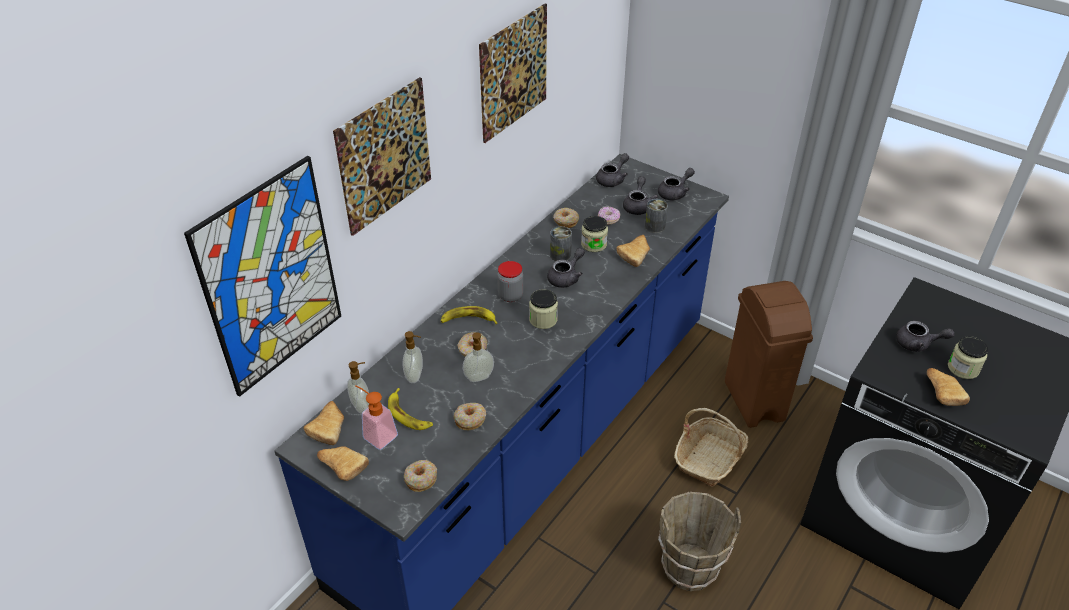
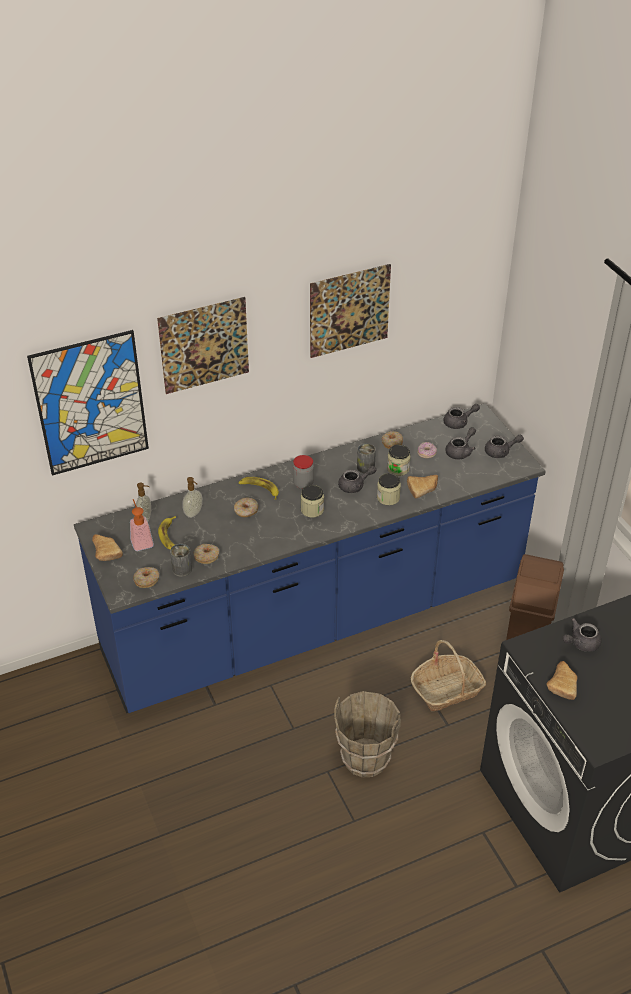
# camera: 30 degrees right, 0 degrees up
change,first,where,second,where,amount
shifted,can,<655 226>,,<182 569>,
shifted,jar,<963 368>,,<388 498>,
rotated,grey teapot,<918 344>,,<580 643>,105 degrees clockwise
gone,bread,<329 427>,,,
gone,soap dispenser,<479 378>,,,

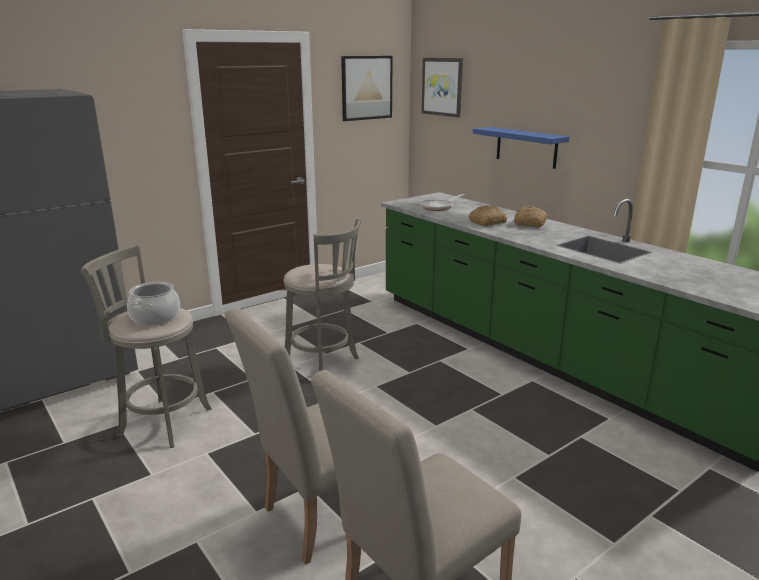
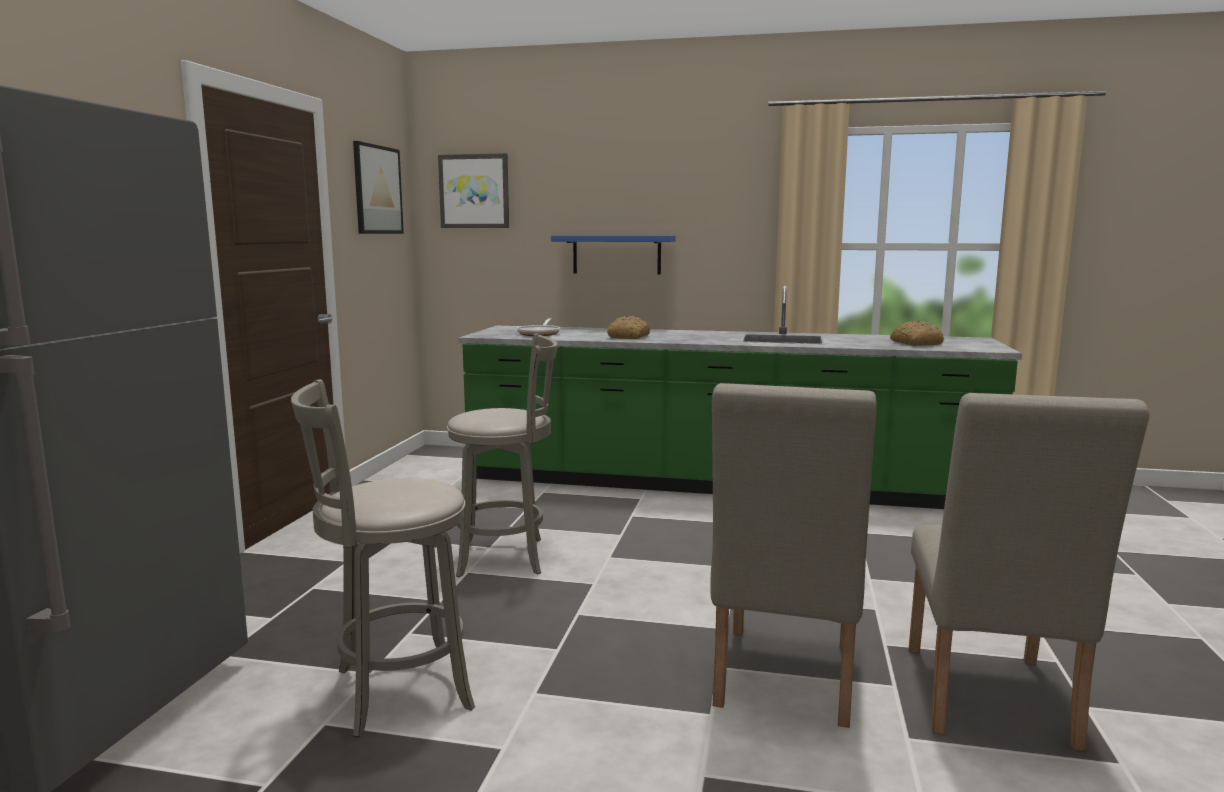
# camera: 40 degrees left, 10 degrees down
change,first,where,second,where,amount
shifted,bread,<529 223>,,<915 343>,
gone,cooking pot,<155 317>,,,

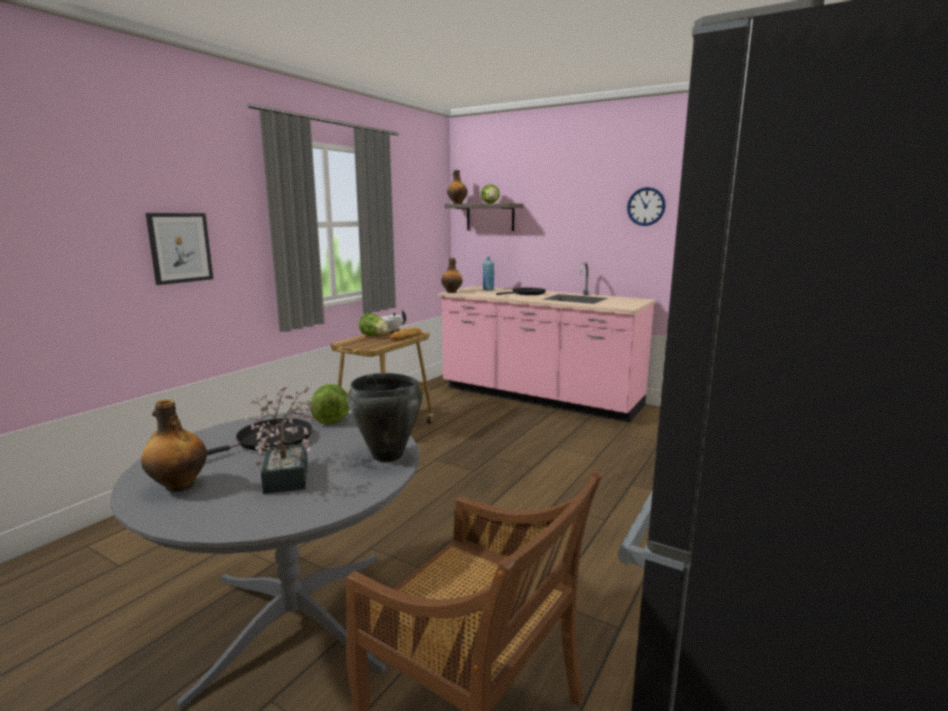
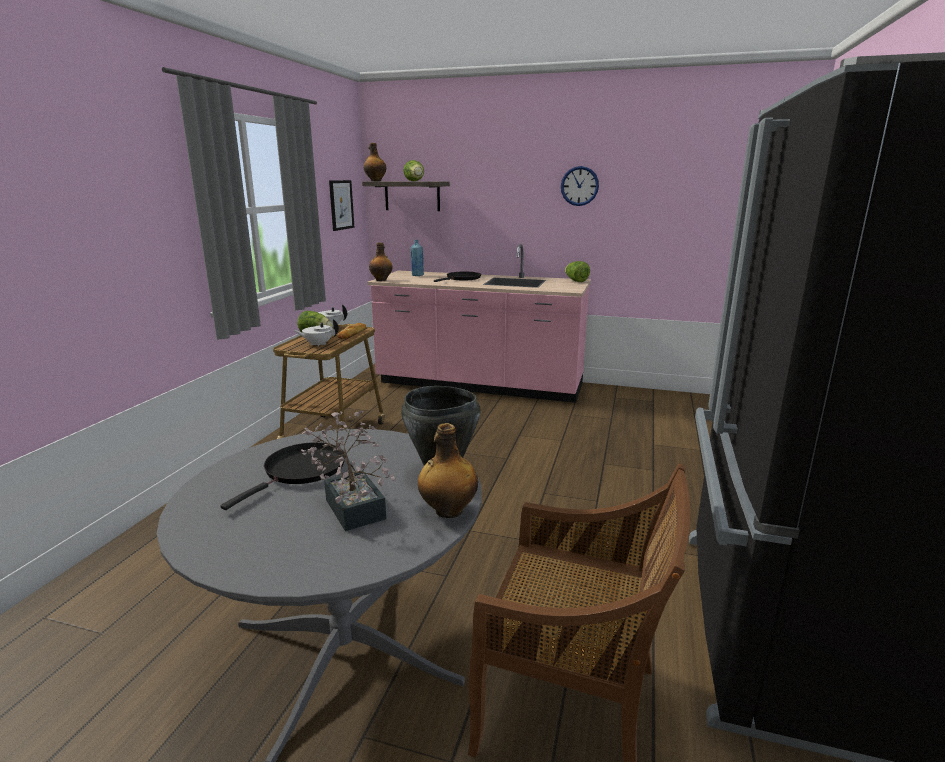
# camera: 15 degrees left, 5 degrees up
change,first,where,second,where,amount
new,,,white teapot,<318 344>,
shifted,picture,<180 248>,,<341 205>,
shifted,bottle,<179 485>,,<448 511>,
shifted,lettuce,<331 418>,,<575 281>,

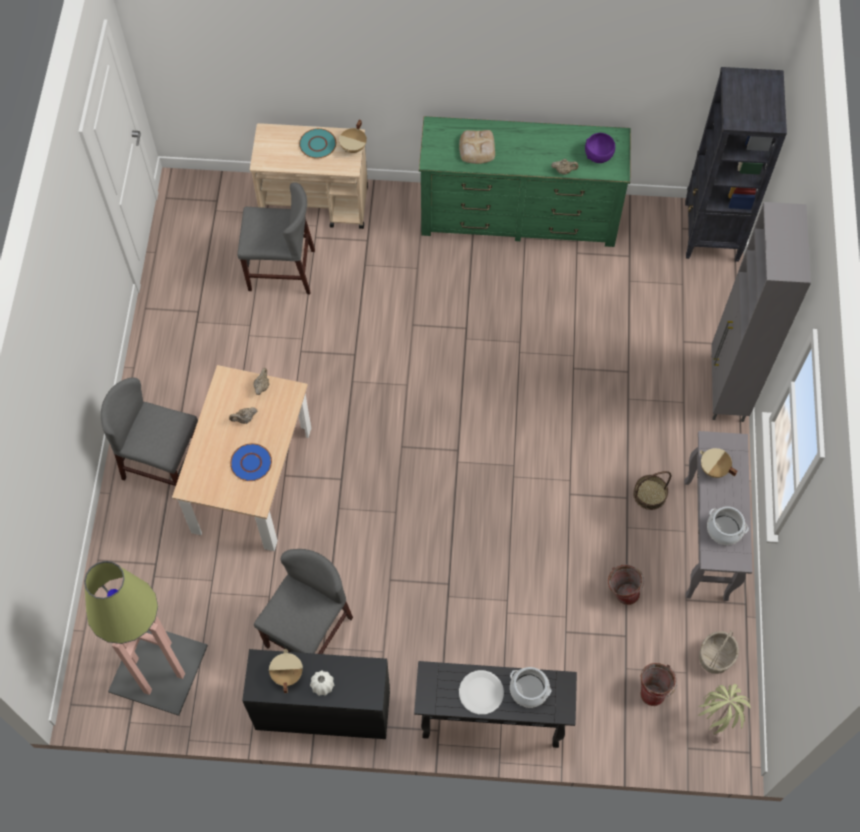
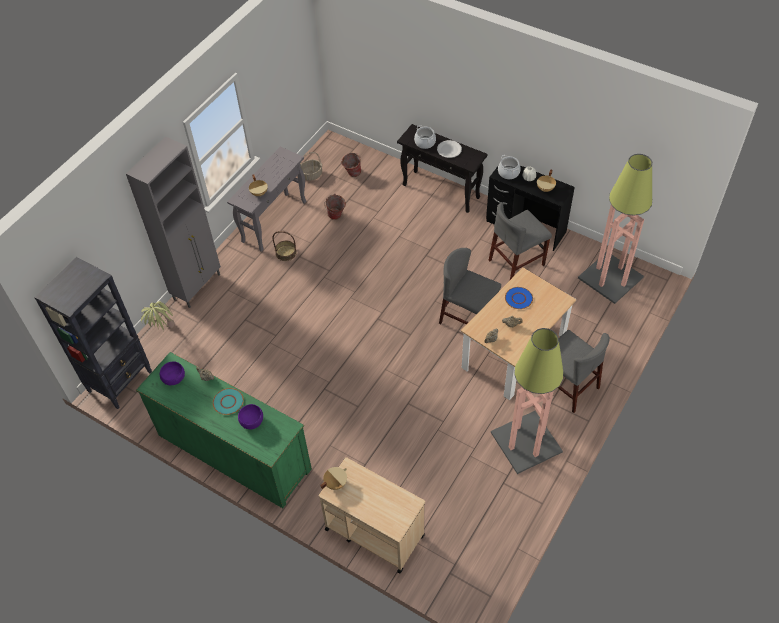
# camera: 150 degrees left, 10 degrees down
change,first,where,second,where,amount
shifted,potted plant,<715 720>,,<163 332>,
shifted,turquoise plate,<317 144>,,<228 402>,
swapped,bread,<476 149>,purple bowl,<252 421>,
shifted,grey chair,<281 270>,,<467 319>,
new,,,floor lamp,<527 442>,
shifted,cooking pot,<724 529>,,<508 173>,

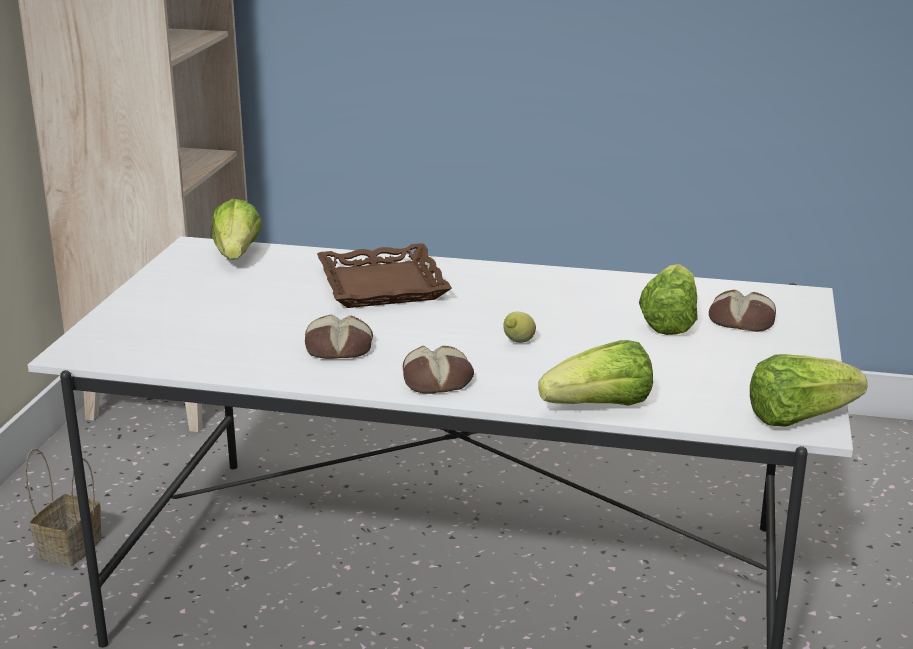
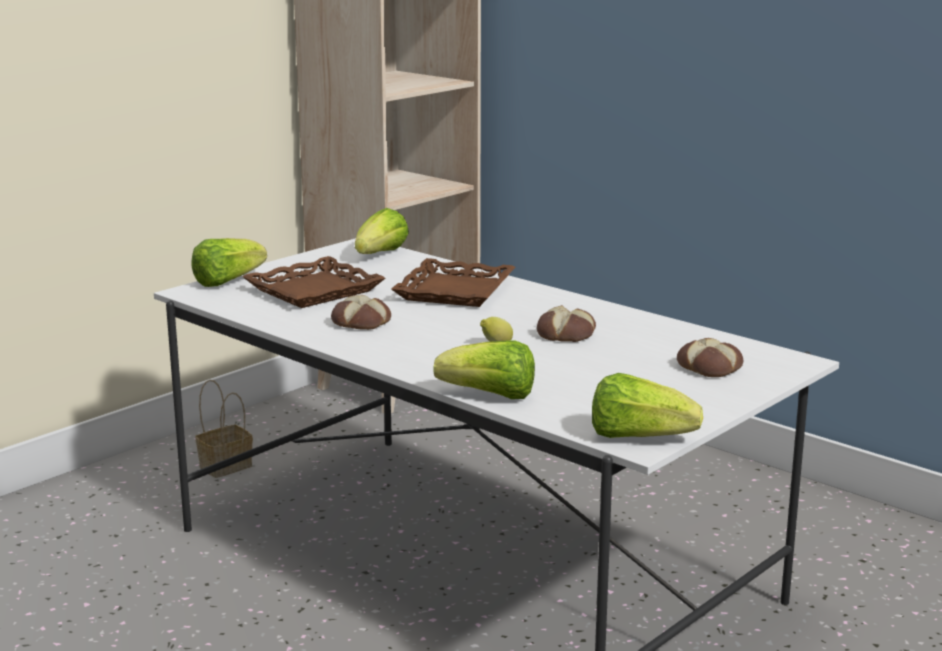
# camera: 30 degrees right, 5 degrees down
change,first,where,second,where,amount
shifted,lettuce,<670 322>,,<227 281>,
new,,,brown tray,<314 291>,
shifted,bread,<438 379>,,<567 334>,

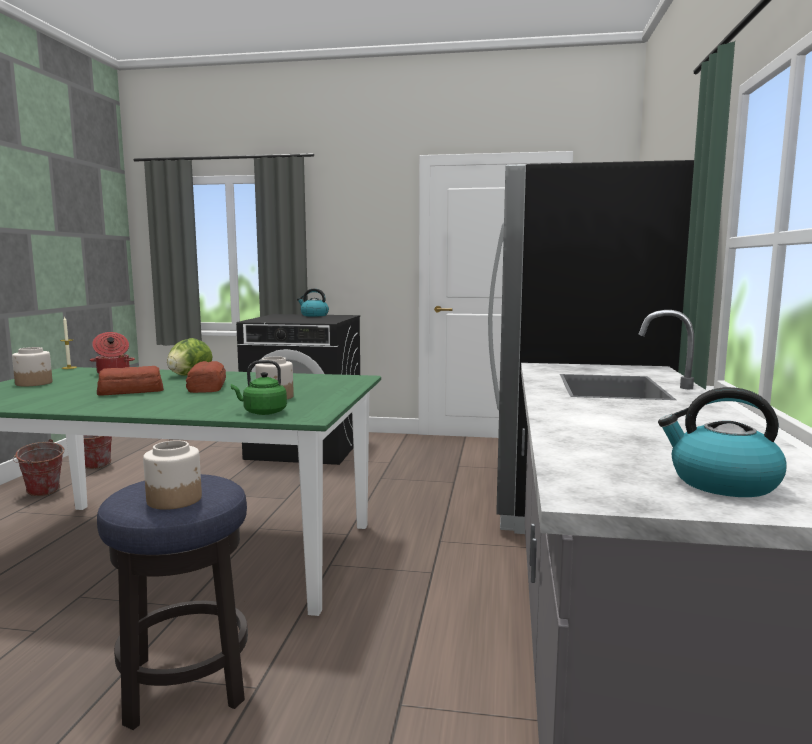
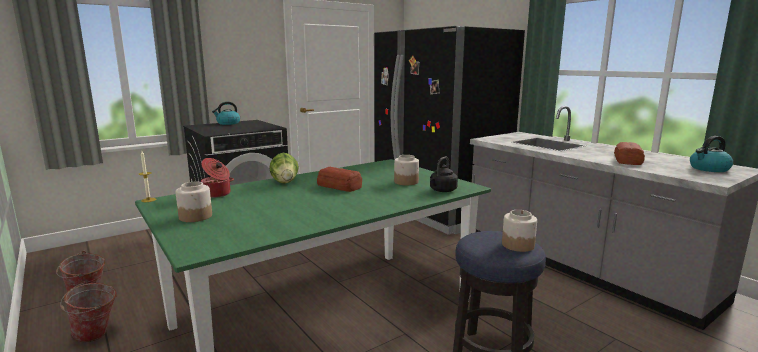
# camera: 45 degrees left, 5 degrees up
change,first,where,second,where,amount
repainted,green kettle,<262 412>,black kettle,<442 190>,
shifted,bread,<130 391>,,<627 160>,

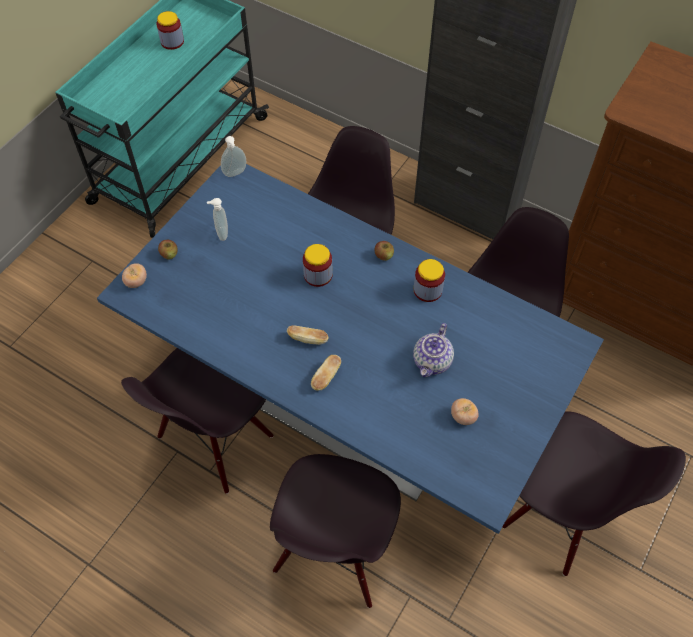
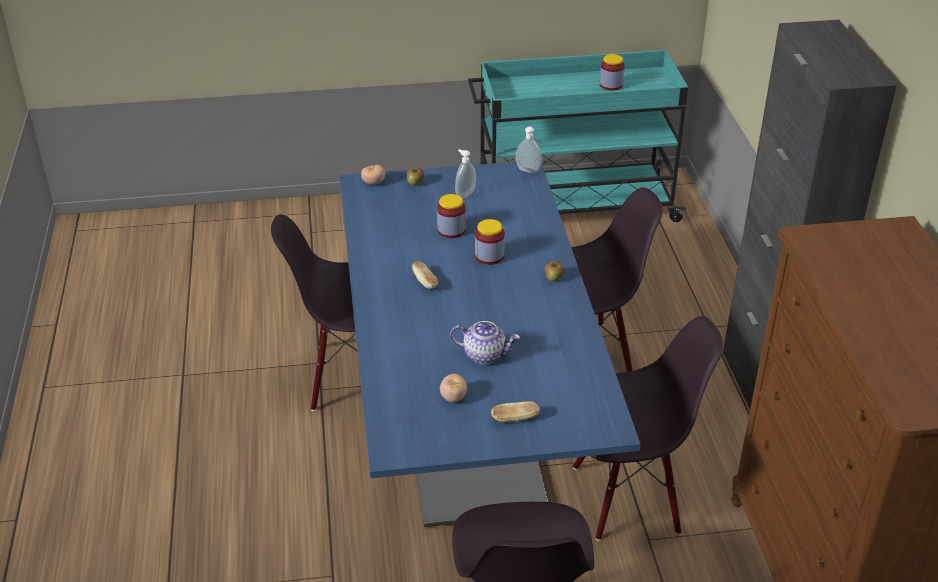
# camera: 50 degrees right, 20 degrees down
change,first,where,second,where,amount
shifted,jar,<427 290>,,<451 230>,
rotated,teapot,<432 362>,,<485 355>,150 degrees counterclockwise
shifted,bread,<326 377>,,<515 419>,
gone,black chair,<334 553>,,,

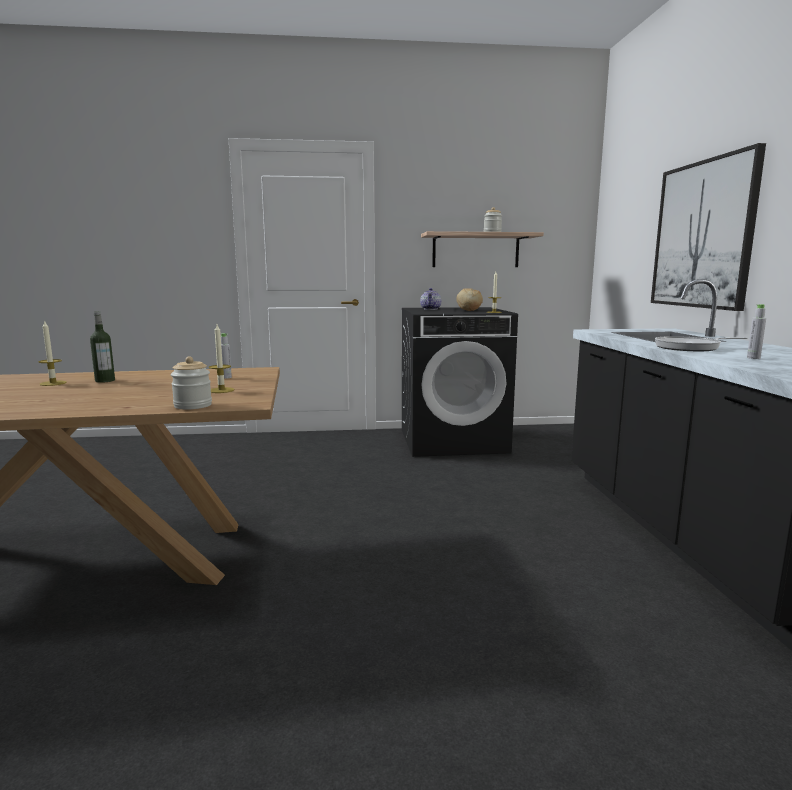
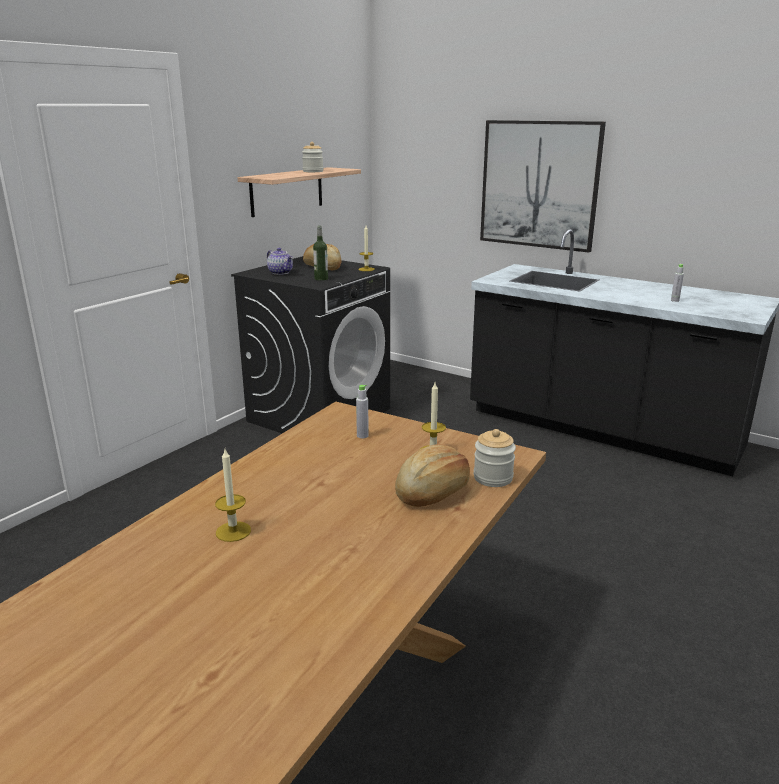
# camera: 50 degrees left, 10 degrees up
change,first,where,second,where,amount
shifted,bottle,<105 380>,,<321 279>,
new,,,bread,<433 492>,
gone,frying pan,<691 348>,,,

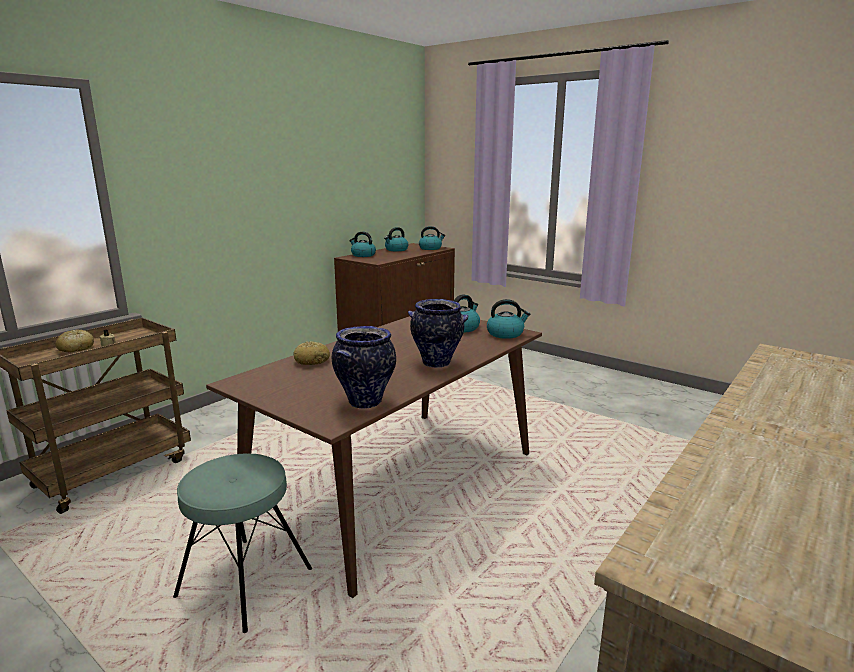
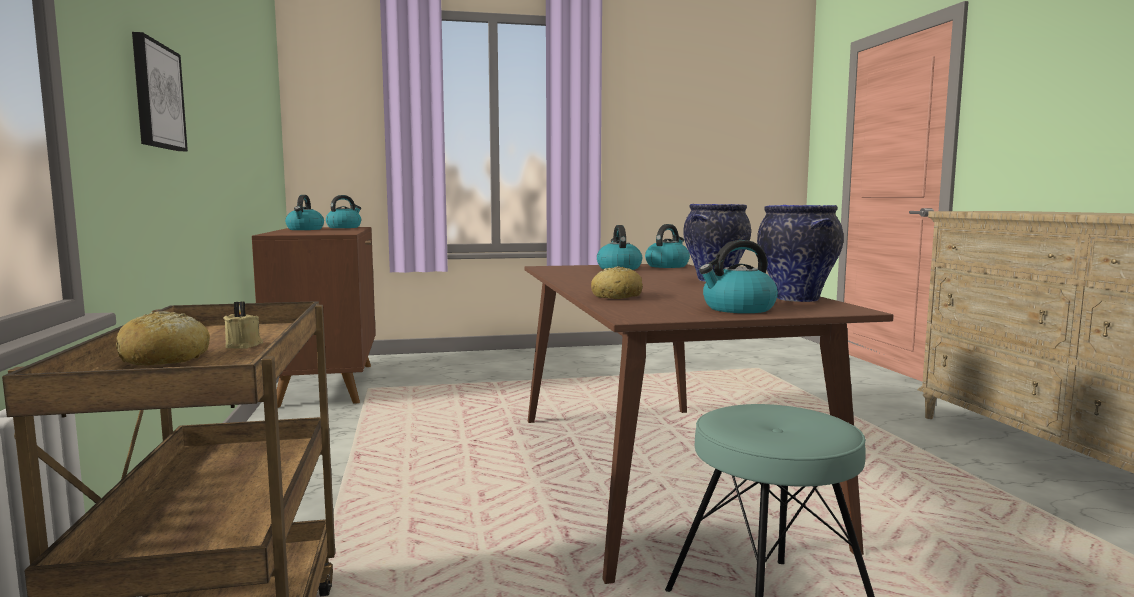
# camera: 50 degrees left, 10 degrees down
change,first,where,second,where,amount
new,,,picture,<157 96>,
shifted,kettle,<363 255>,,<738 309>,

